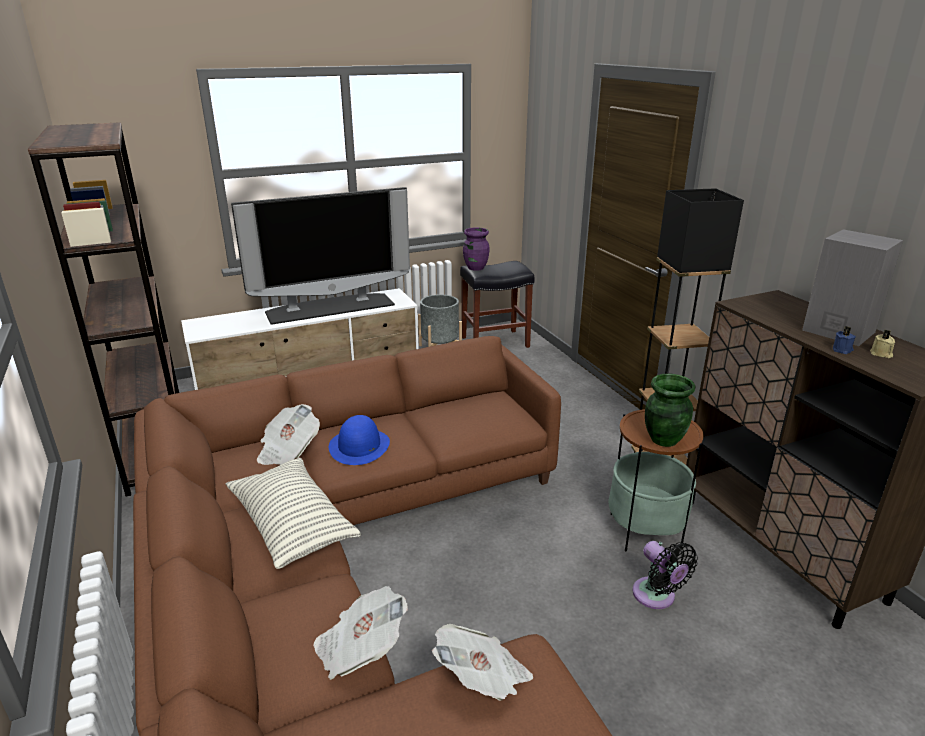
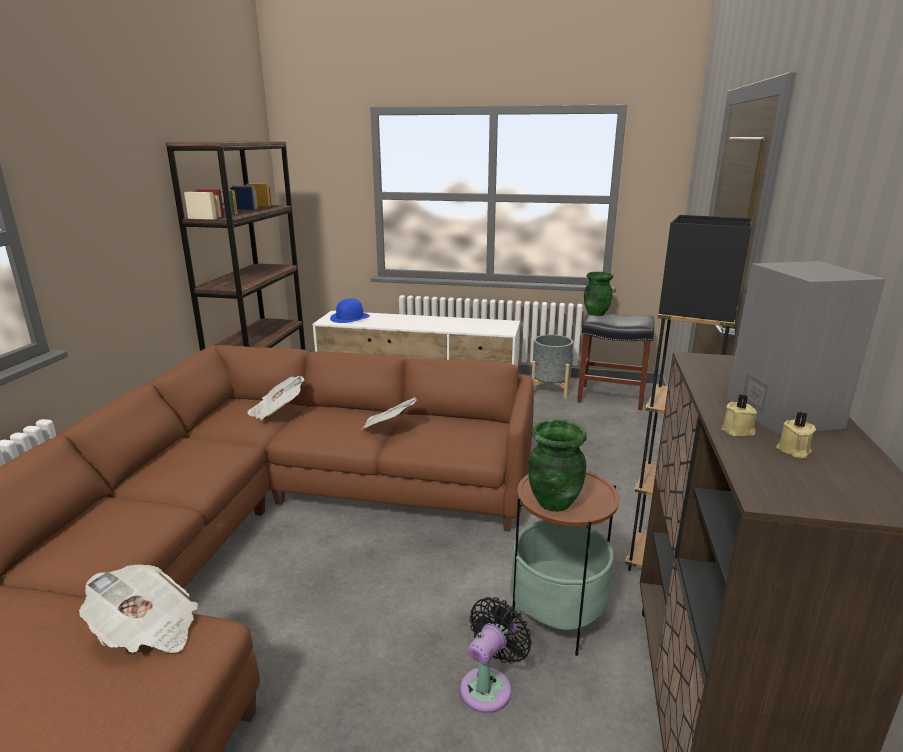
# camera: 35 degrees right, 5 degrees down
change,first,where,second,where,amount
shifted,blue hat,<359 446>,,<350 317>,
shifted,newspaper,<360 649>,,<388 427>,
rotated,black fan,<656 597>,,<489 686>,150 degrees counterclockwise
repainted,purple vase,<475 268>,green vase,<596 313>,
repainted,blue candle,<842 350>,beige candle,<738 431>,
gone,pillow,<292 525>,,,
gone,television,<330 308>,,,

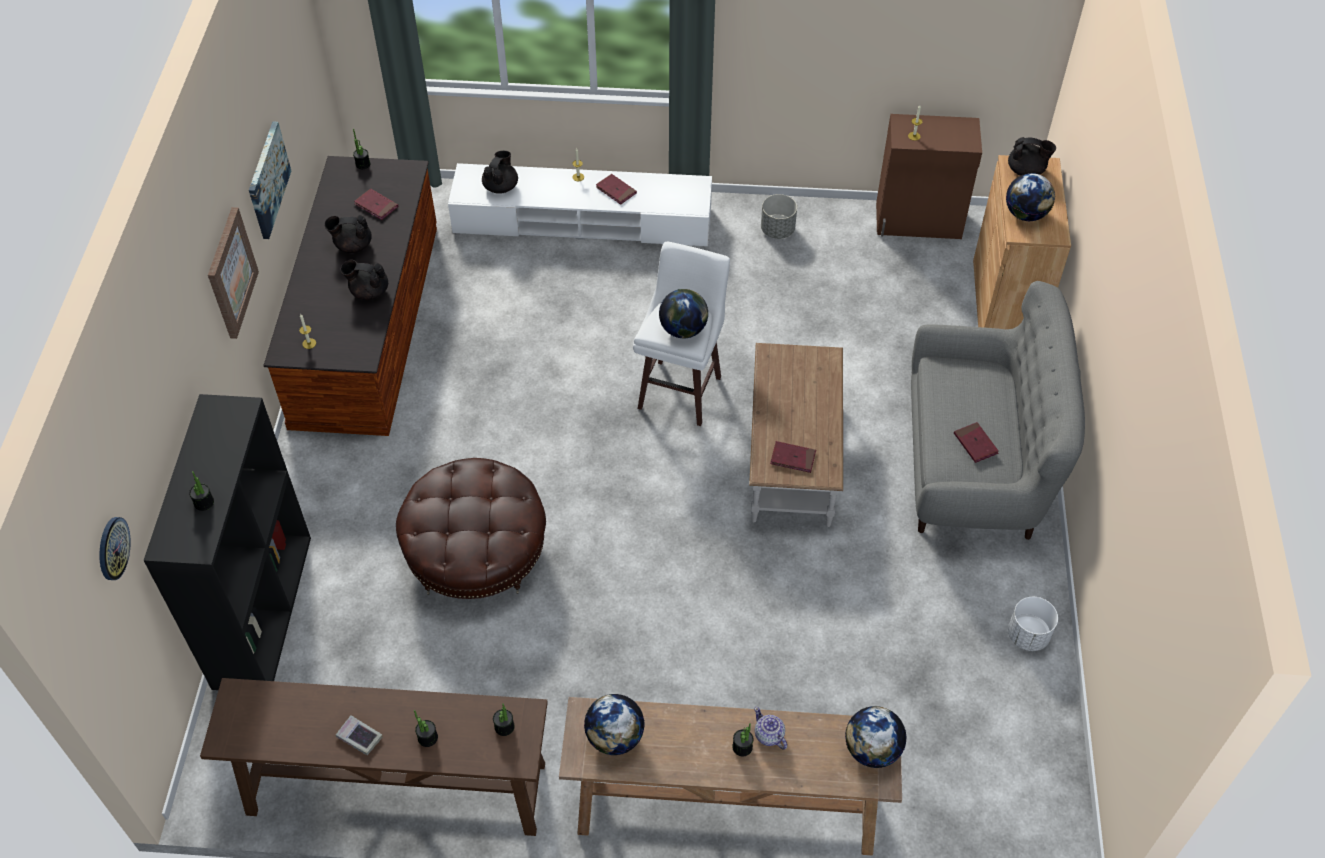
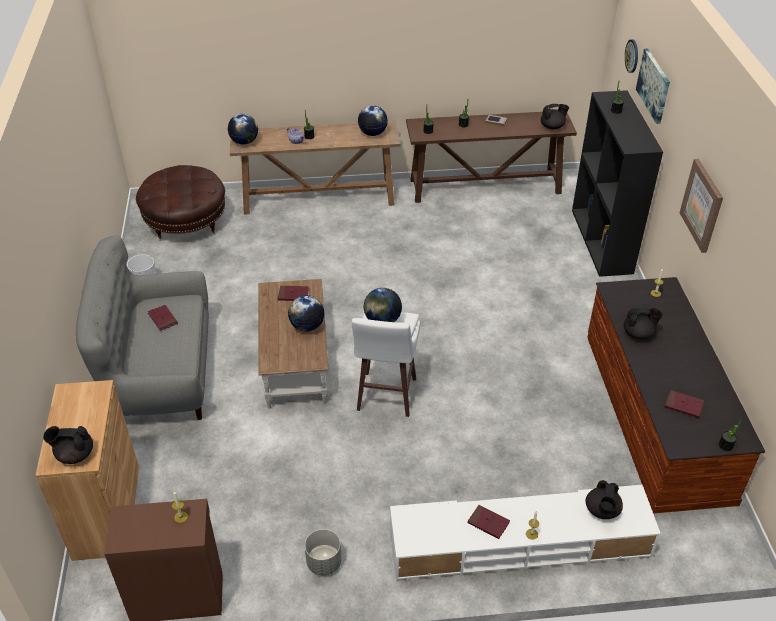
# camera: 170 degrees right, 10 degrees down
change,first,where,second,where,amount
shifted,brown ottoman,<476 553>,,<185 221>,
shifted,globe,<1025 214>,,<307 326>,
shifted,black teapot,<353 245>,,<552 127>,
shifted,picture,<267 180>,,<654 85>,

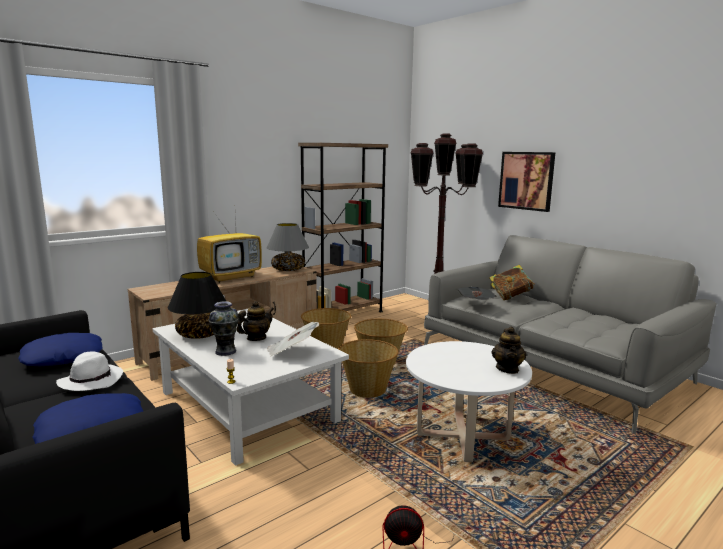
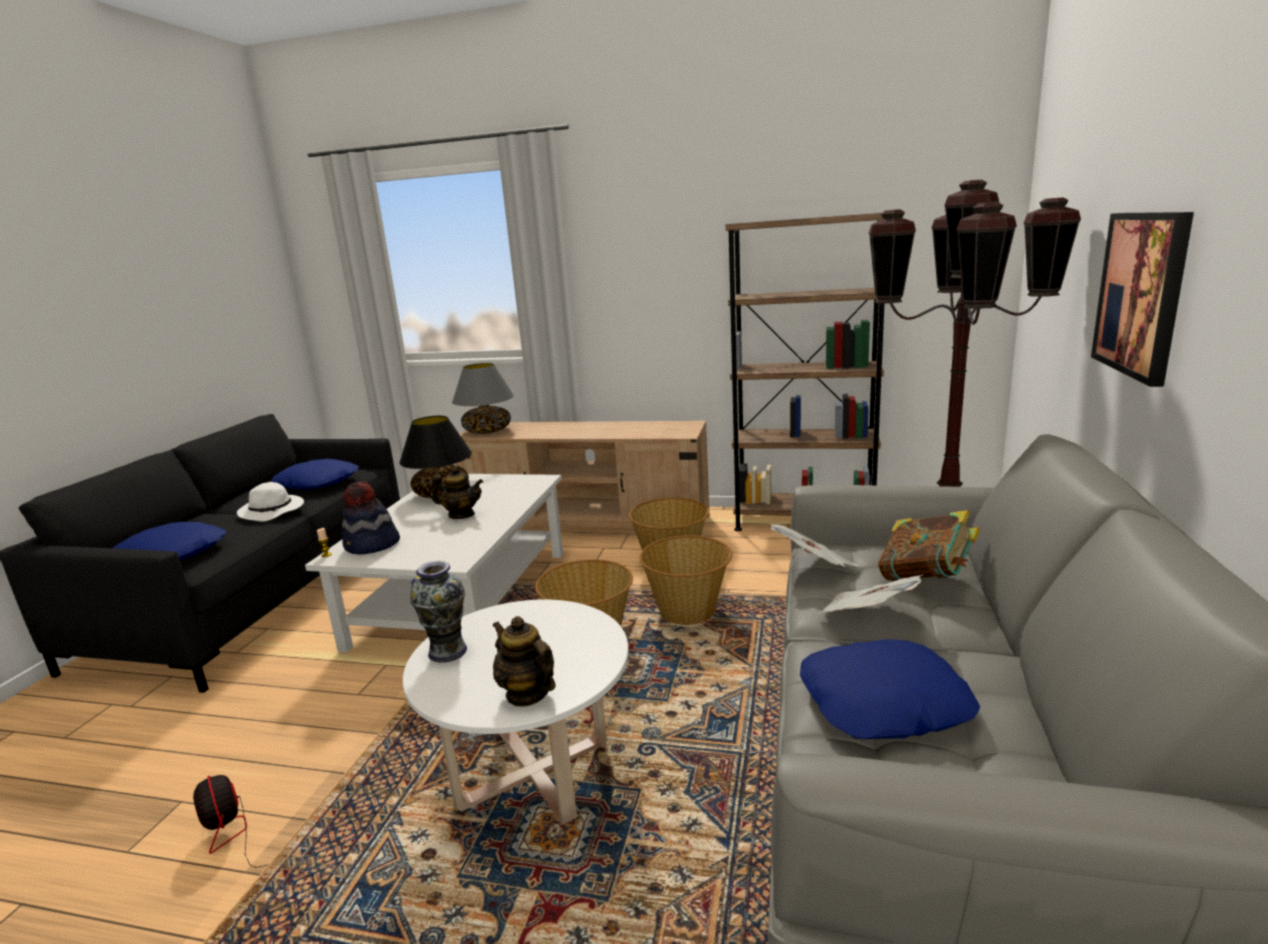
# camera: 55 degrees right, 5 degrees up
change,first,where,second,where,amount
new,,,hat,<372 546>,
shifted,vase,<225 351>,,<447 652>,
shifted,grey table lamp,<288 269>,,<487 431>,
rotated,teapot,<507 369>,,<527 693>,75 degrees clockwise
new,,,blue pillow,<884 703>,
shifted,newspaper,<291 352>,,<867 618>,
gone,television,<231 277>,,,

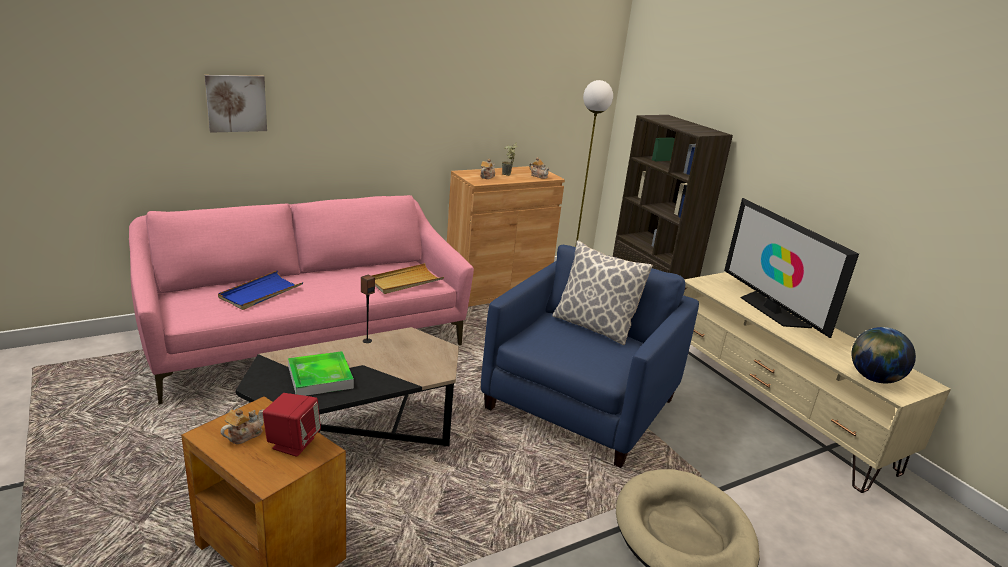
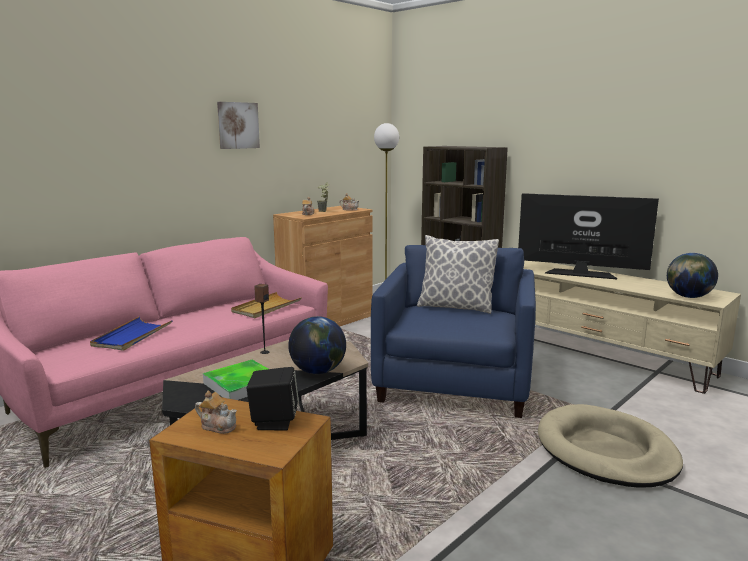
# camera: 15 degrees left, 10 degrees down
change,first,where,second,where,amount
rotated,teapot,<244 435>,,<218 426>,90 degrees clockwise
shifted,picture,<236 103>,,<238 125>,
repainted,red speaker,<293 443>,black speaker,<274 421>,
new,,,globe,<318 371>,
rotated,television,<771 310>,,<580 273>,150 degrees clockwise

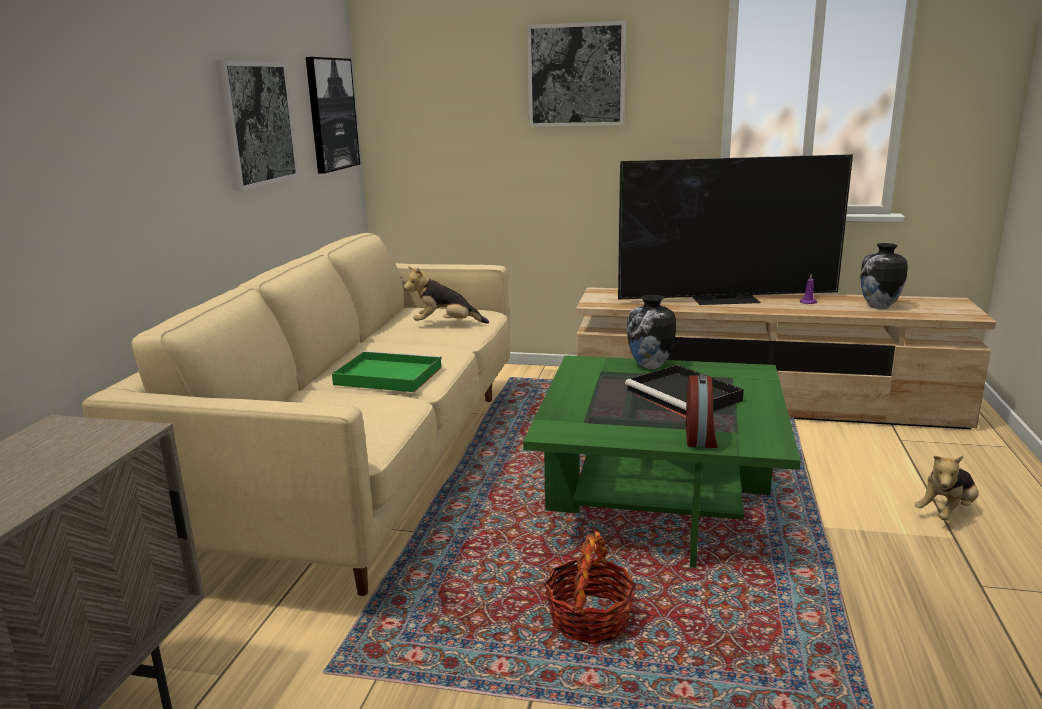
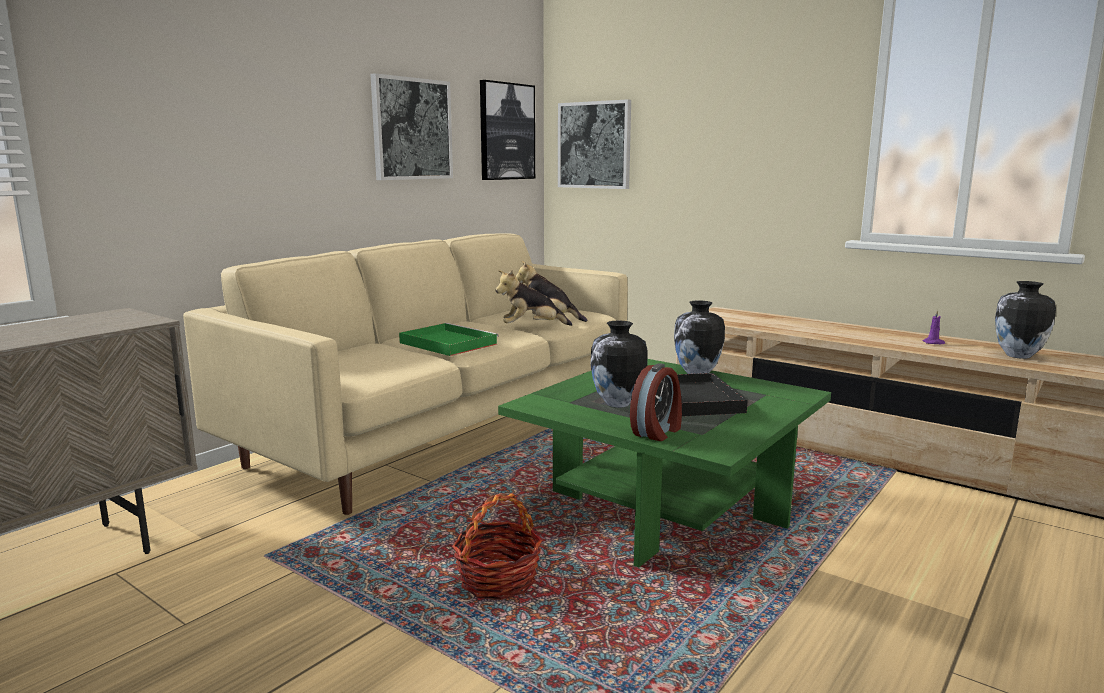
# camera: 25 degrees right, 5 degrees down
change,first,where,second,where,amount
shifted,plush toy,<946 512>,,<531 328>,
shifted,picture,<576 75>,,<594 145>,
new,,,vase,<617 404>,
gone,television,<727 299>,,,

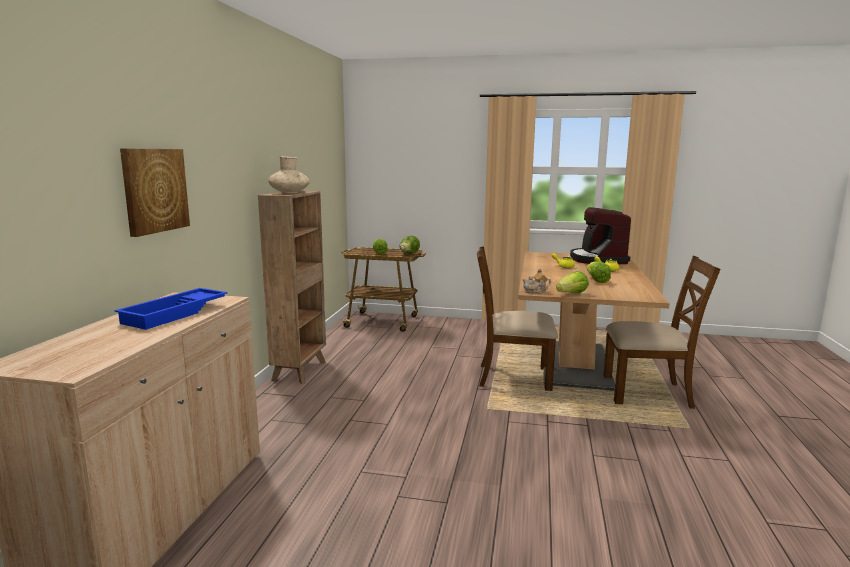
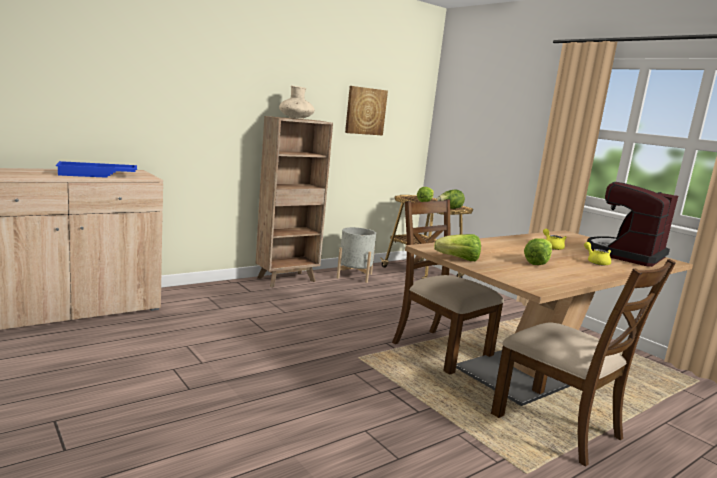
# camera: 40 degrees right, 0 degrees up
change,first,where,second,where,amount
new,,,grey planter,<354 276>,
shifted,picture,<154 190>,,<365 111>,
gone,teapot,<536 292>,,,

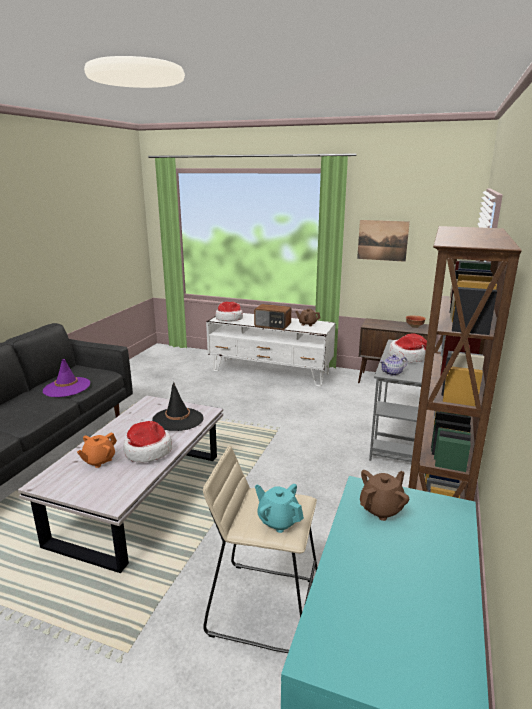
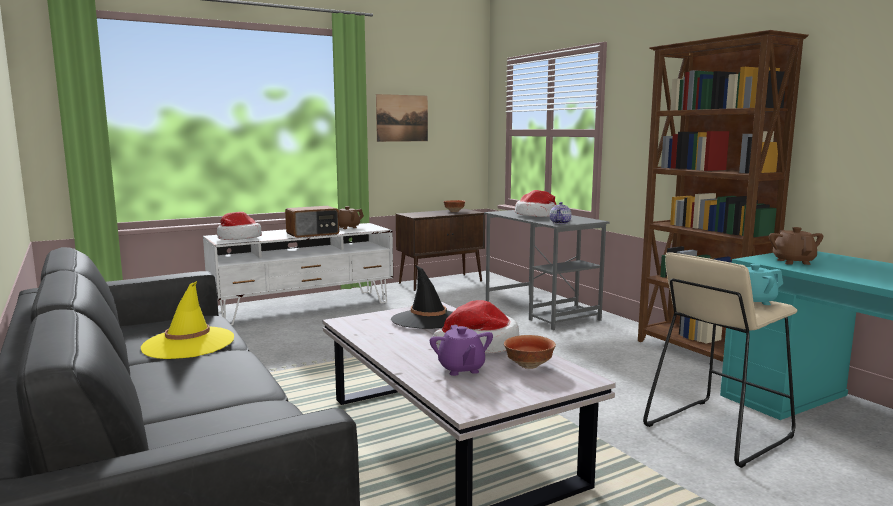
# camera: 50 degrees left, 10 degrees down
change,first,where,second,where,amount
repainted,purple hat,<67 387>,yellow hat,<188 343>,
repainted,orange teapot,<99 460>,purple teapot,<461 369>,
new,,,bowl,<528 366>,

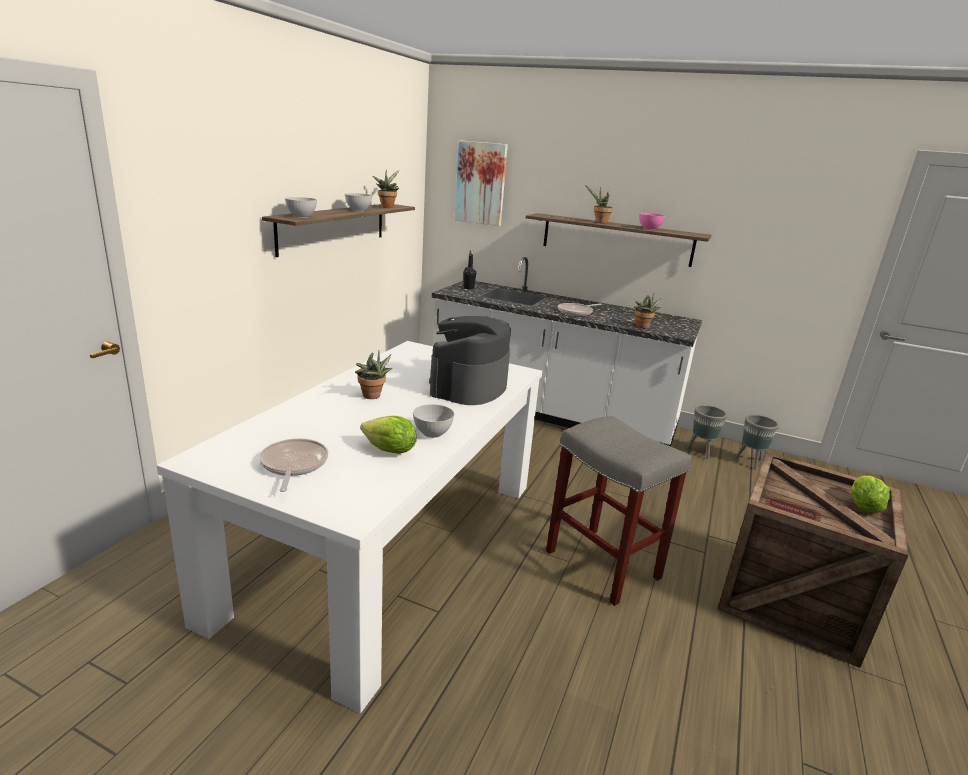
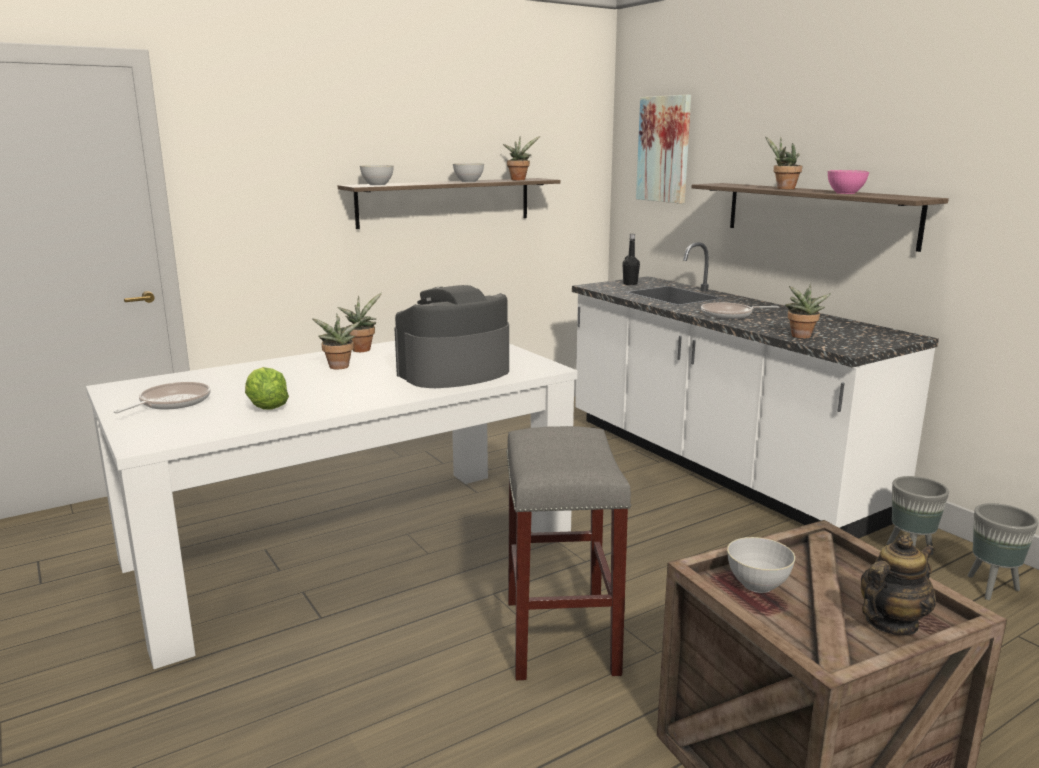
# camera: 35 degrees right, 5 degrees down
change,first,where,second,where,amount
new,,,potted plant,<362 349>,
shifted,grey bowl,<432 433>,,<757 584>,
swapped,lettuce,<863 506>,teapot,<890 622>,

